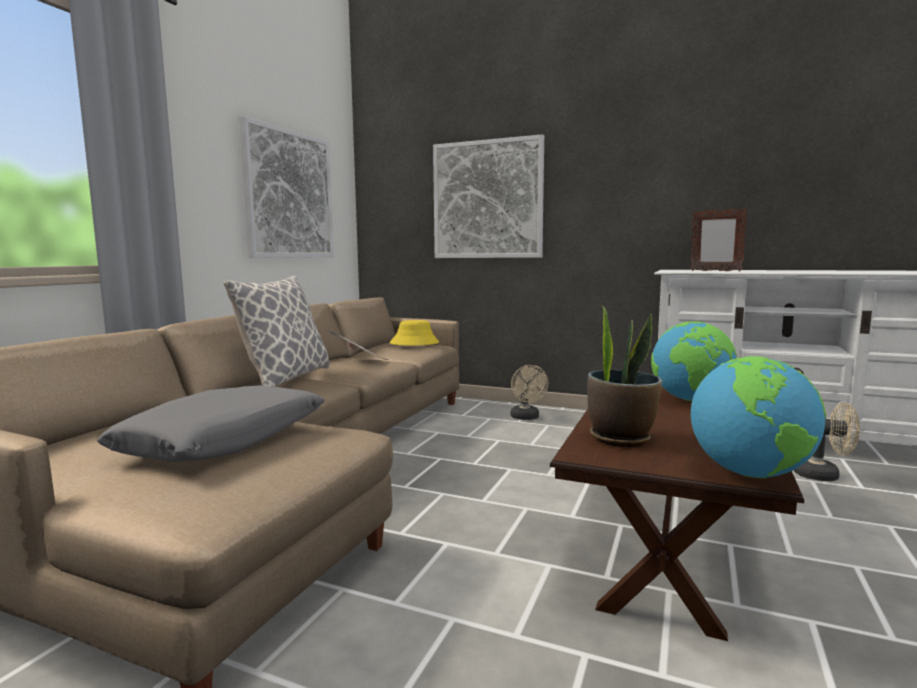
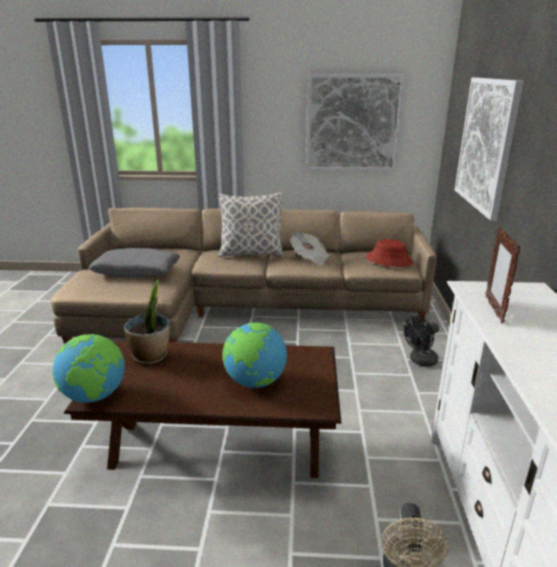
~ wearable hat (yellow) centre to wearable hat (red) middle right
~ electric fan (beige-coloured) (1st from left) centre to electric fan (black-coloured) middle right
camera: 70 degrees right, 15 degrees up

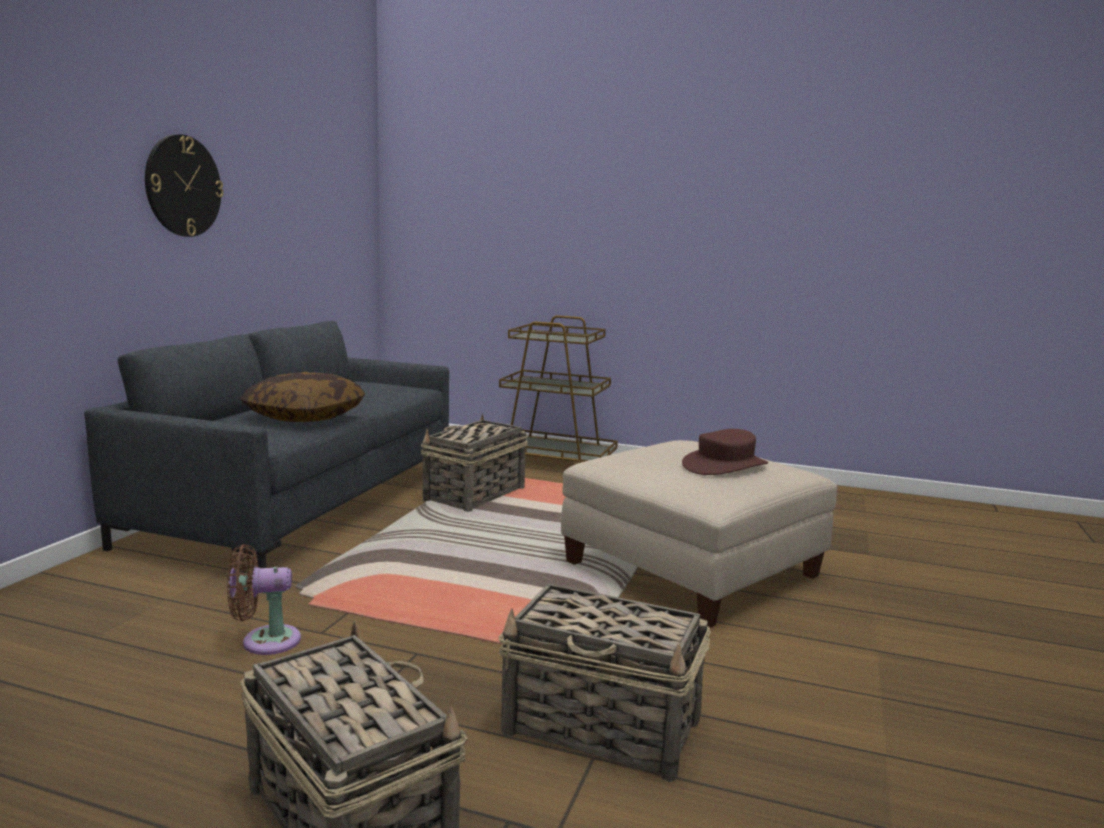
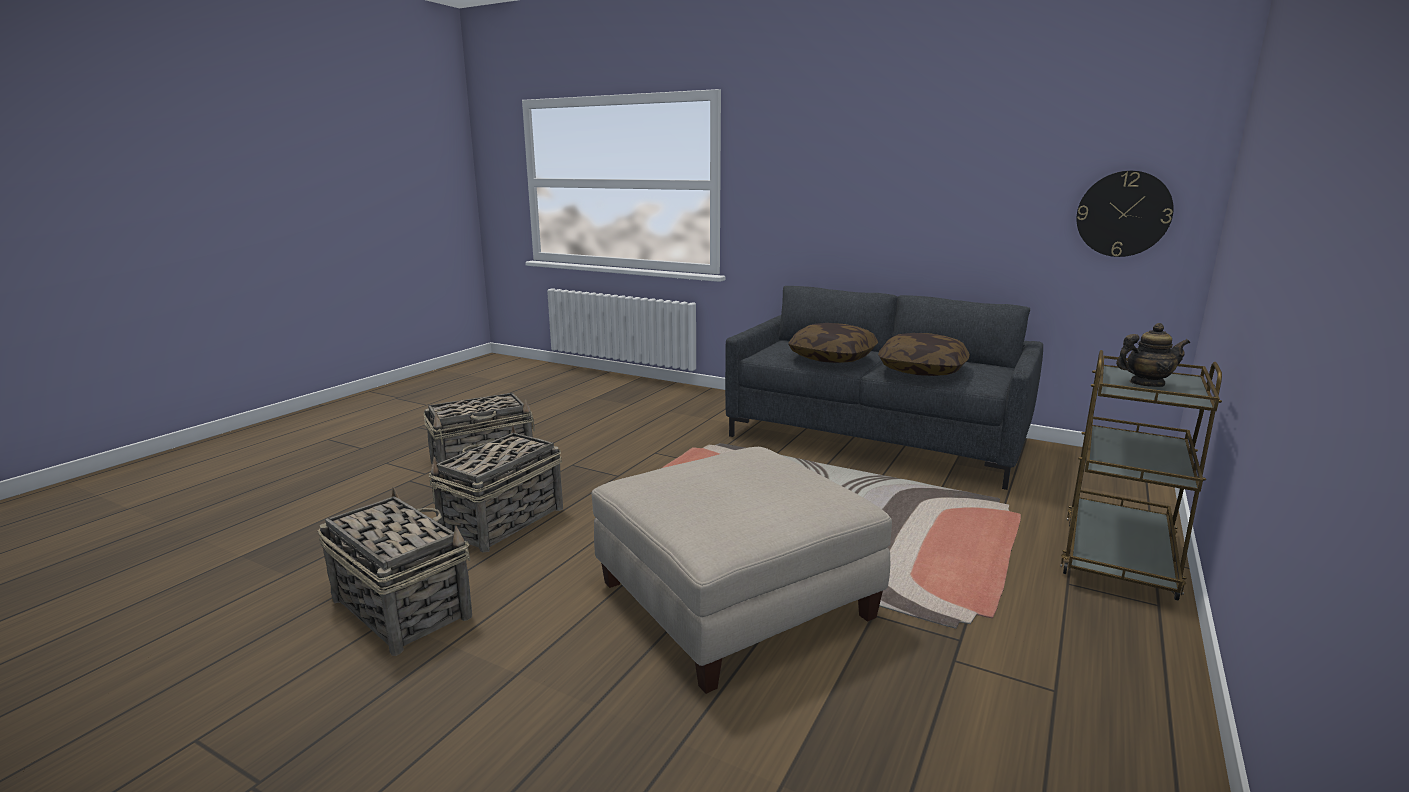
~ household basket (2nd from left in the first image) centre to household basket (1st from left) bottom left
+ throw pillow (2nd from left) centre
~ hanging clock top left to top right
+ tea pot middle right
- electric fan (brownish) bottom left
- wearable hat (brownish) centre
camera: 100 degrees right, 5 degrees up

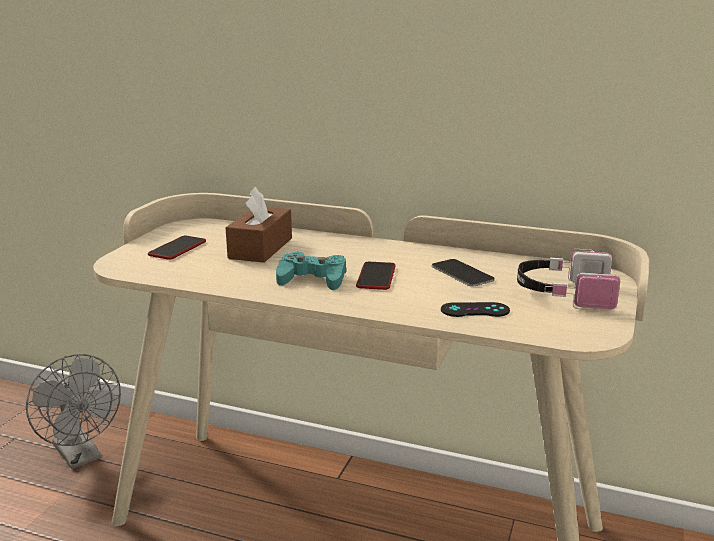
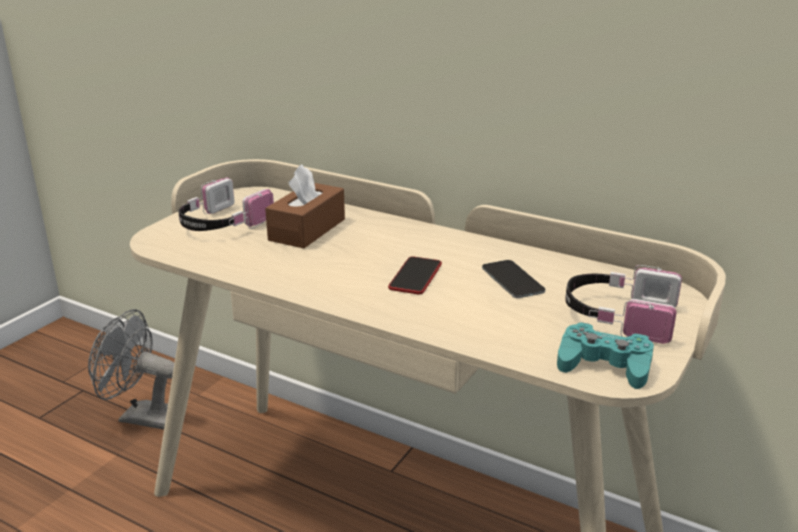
~ electric fan (grey) bottom left = bottom left 135 degrees clockwise
~ handset (1st from left) middle left to pair of headphones (1st from left) middle left
~ gamepad (turquoise) centre to bottom right
- gamepad (black-coloured) centre
camera: 10 degrees right, 5 degrees up

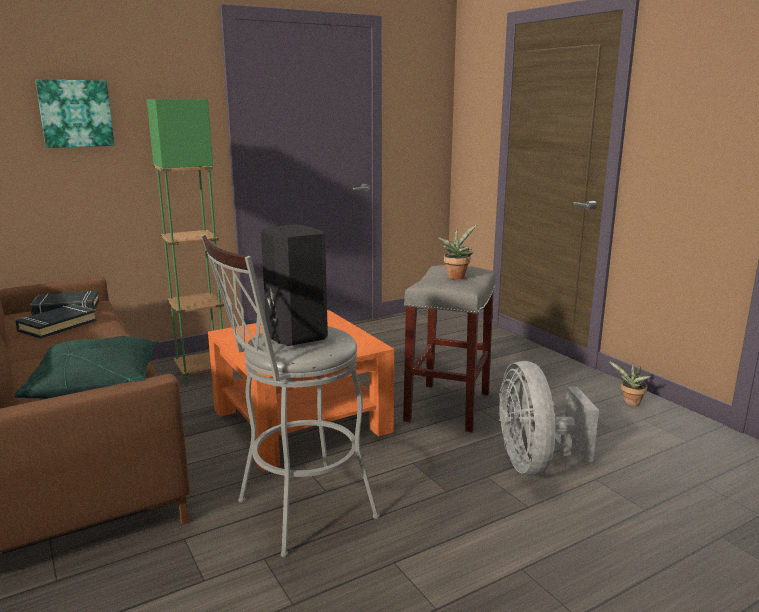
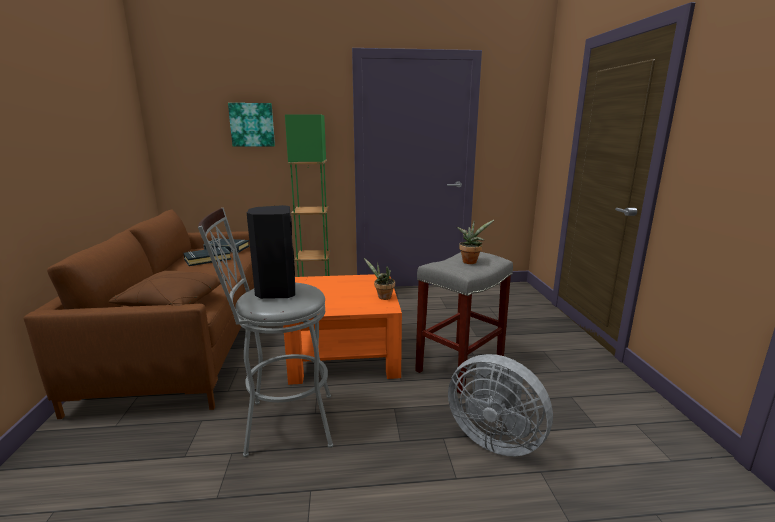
~ throw pillow (green) middle left to throw pillow (brownish) middle left
~ plant in a pot (2nd from left in the first image) middle right to plant in a pot (1st from left) centre
~ electric fan (grey) bottom right = bottom centre 75 degrees counterclockwise
camera: 25 degrees right, 0 degrees up

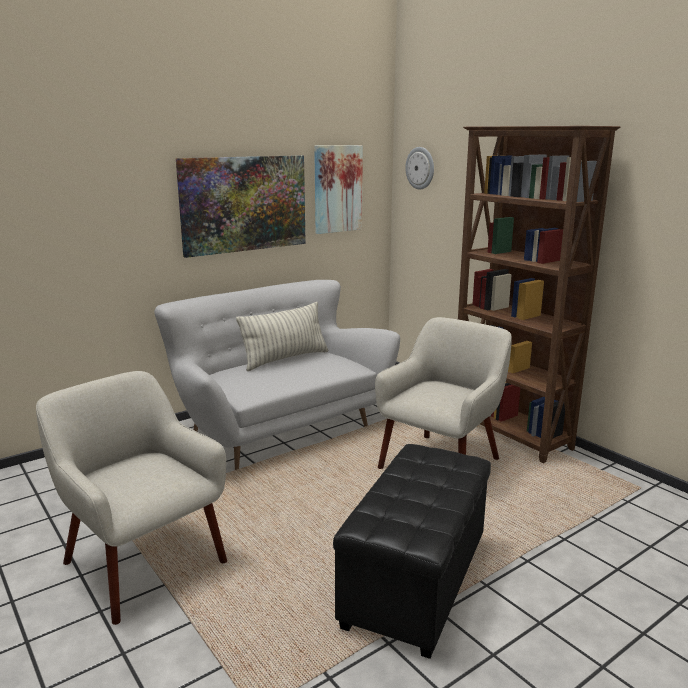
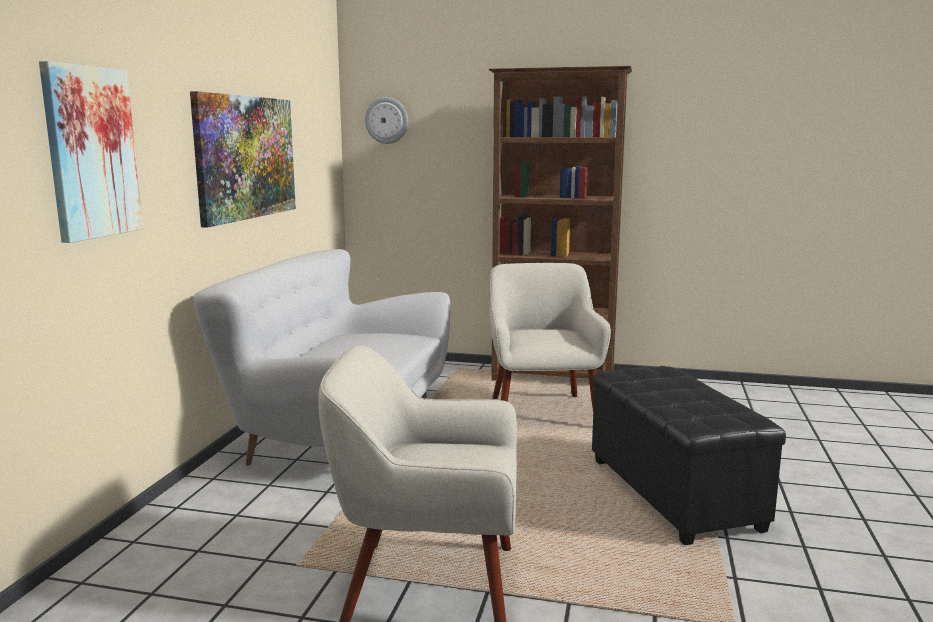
~ picture (2nd from left in the first image) top centre to picture (1st from left) top left
- throw pillow centre
camera: 40 degrees left, 5 degrees down

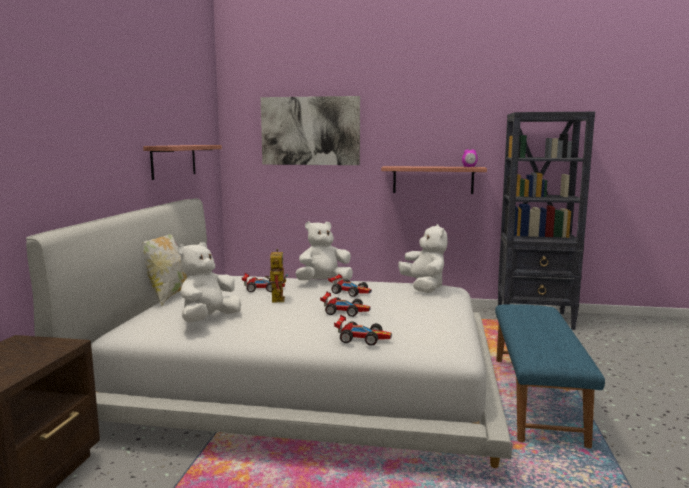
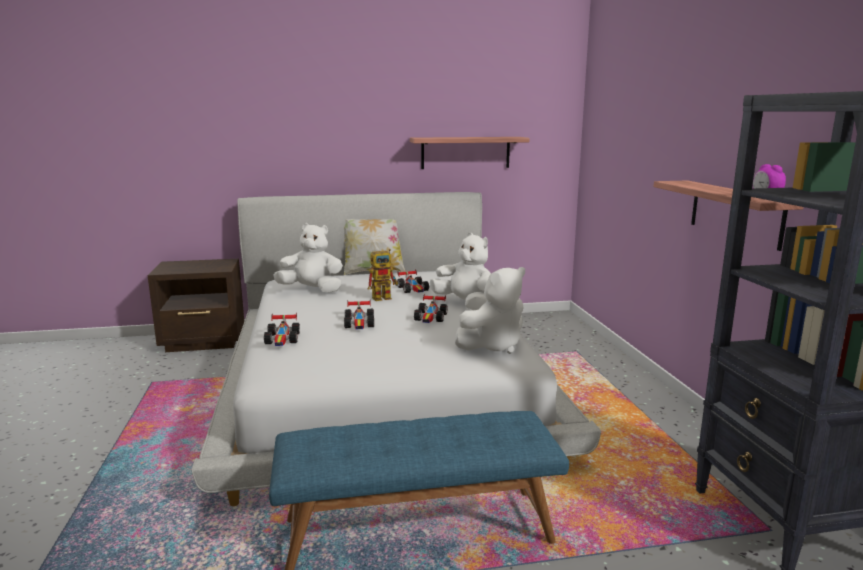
- picture top centre
camera: 70 degrees right, 5 degrees up

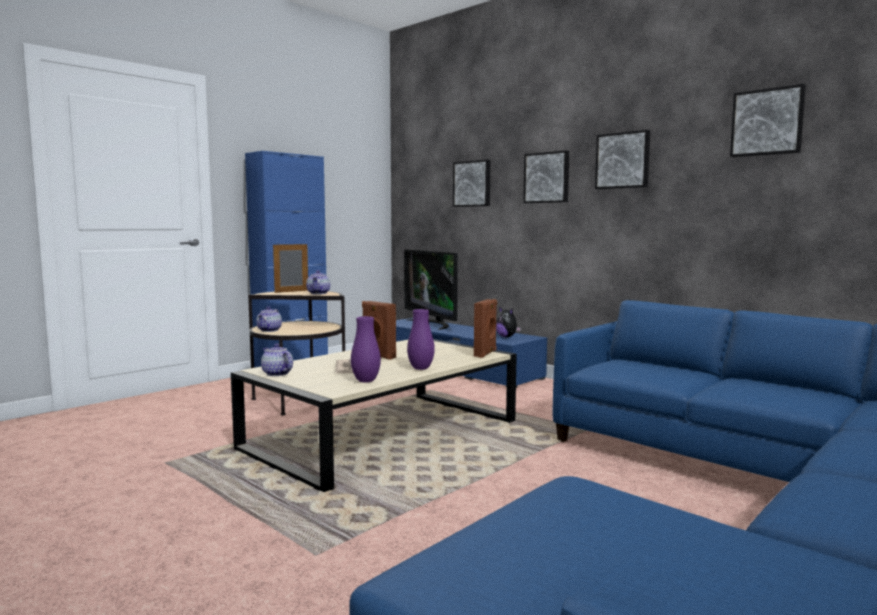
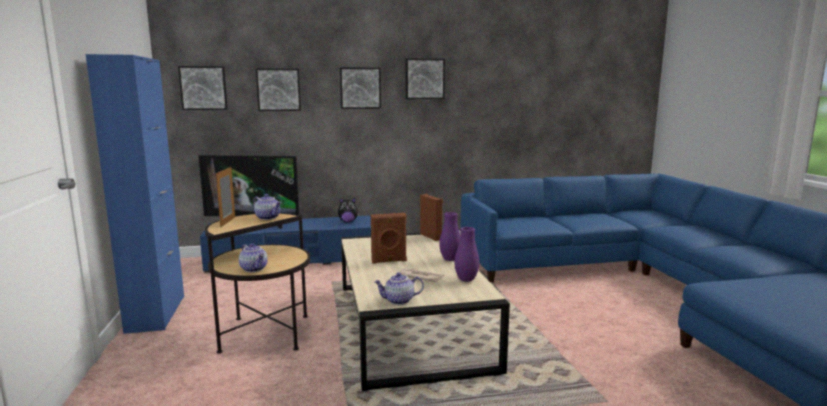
~ picture (4th from left in the first image) top right to picture (1st from left) top left
camera: 55 degrees left, 5 degrees up

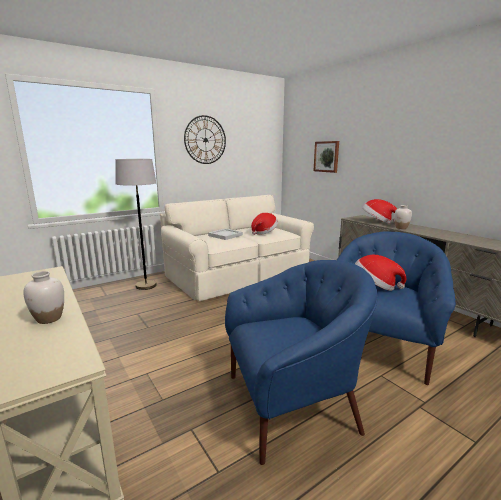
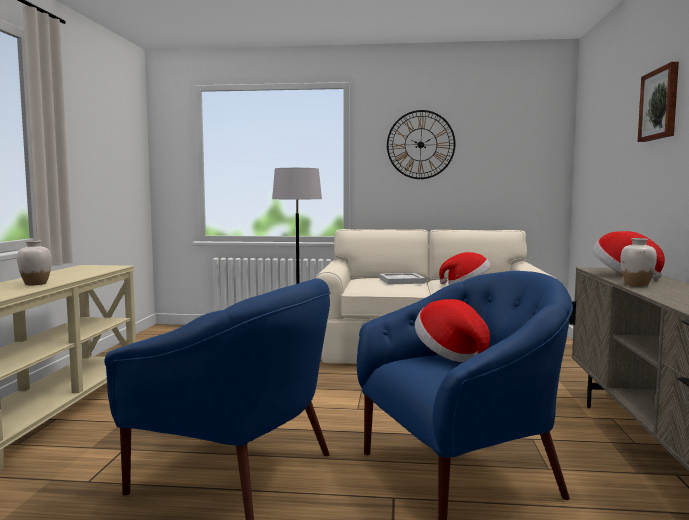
~ picture top centre to top right
camera: 40 degrees right, 10 degrees down

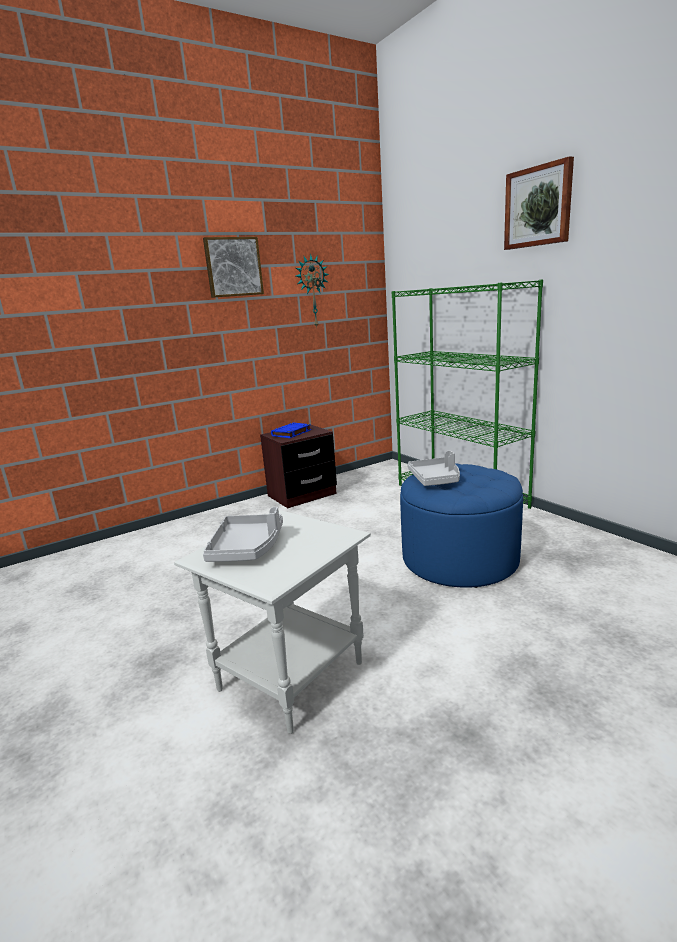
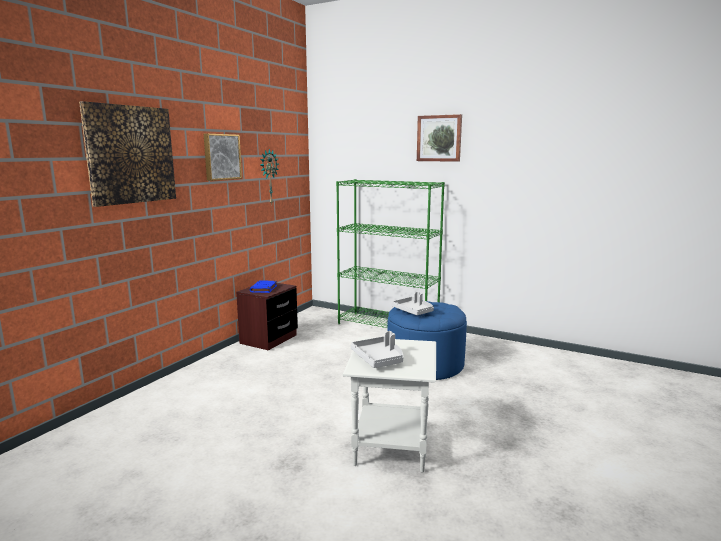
+ picture (1st from left) top left
camera: 30 degrees left, 5 degrees down

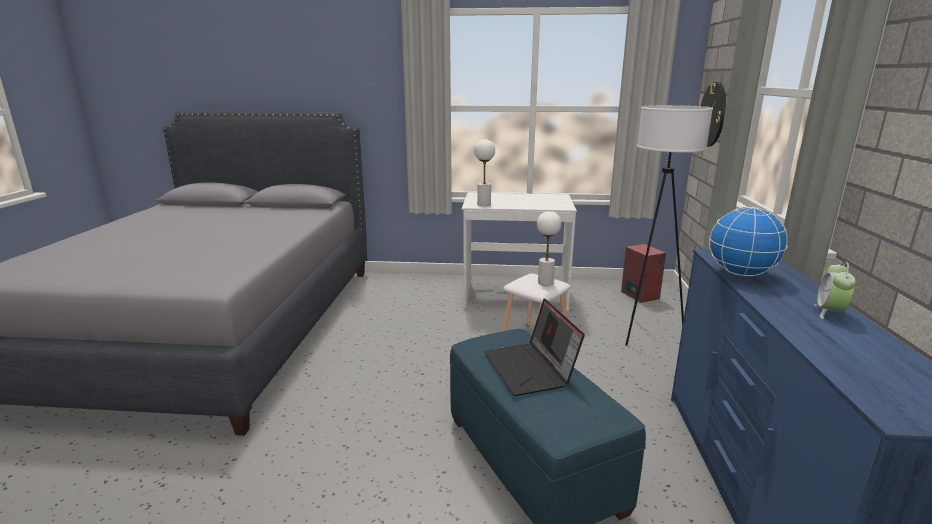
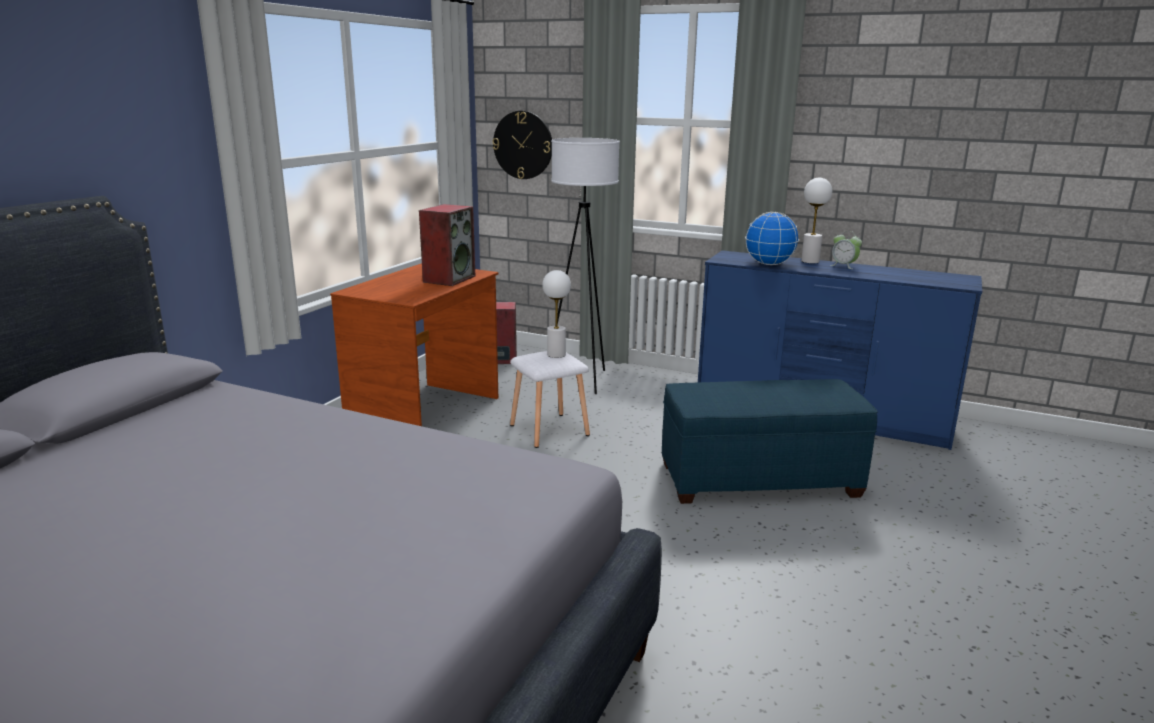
~ desk (white) centre to desk (brownish) centre
+ speaker (1st from left) centre
~ lamp for a table (white) (1st from left in the first image) top centre to lamp for a table (white) (2nd from left) top right
- laptop centre
camera: 70 degrees left, 0 degrees up

